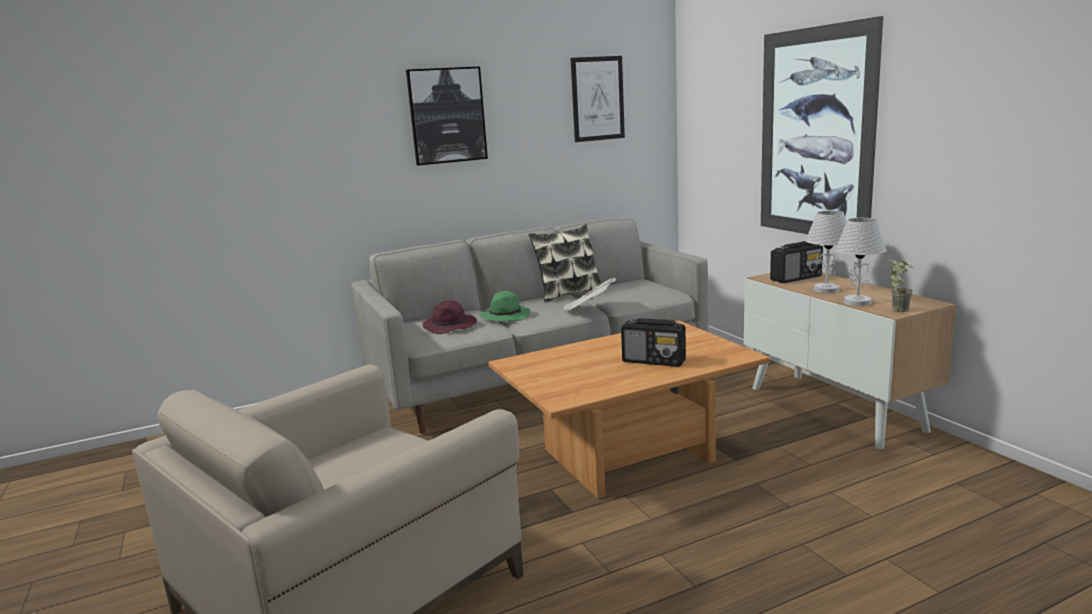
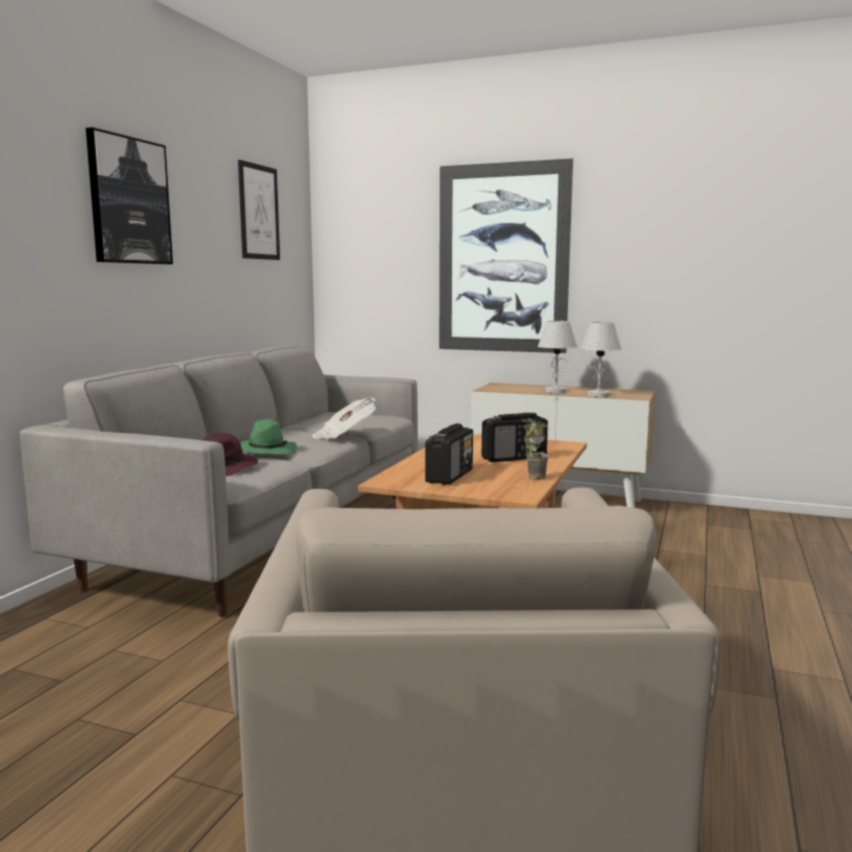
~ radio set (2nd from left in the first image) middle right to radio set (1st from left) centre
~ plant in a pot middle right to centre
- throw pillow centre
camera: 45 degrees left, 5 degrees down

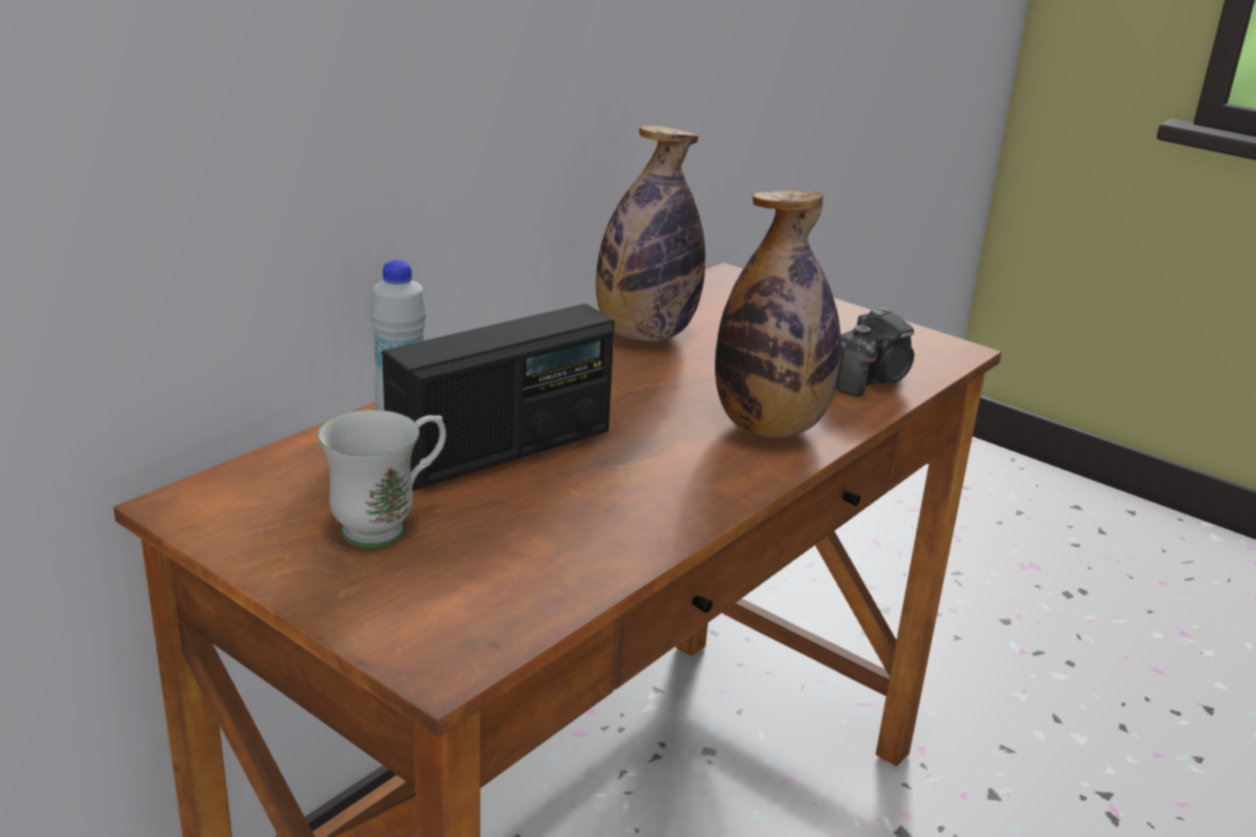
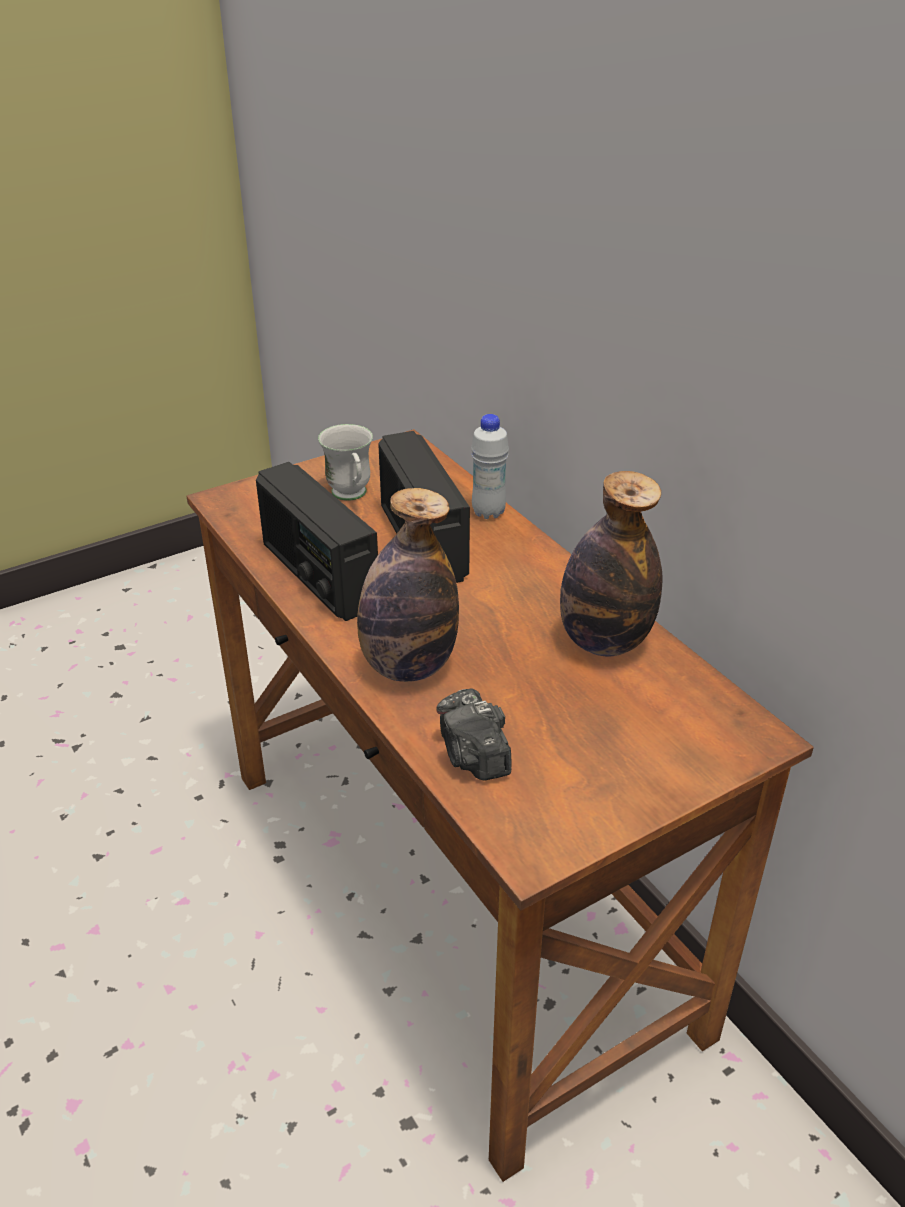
+ radio set (1st from left) centre
camera: 110 degrees right, 10 degrees up

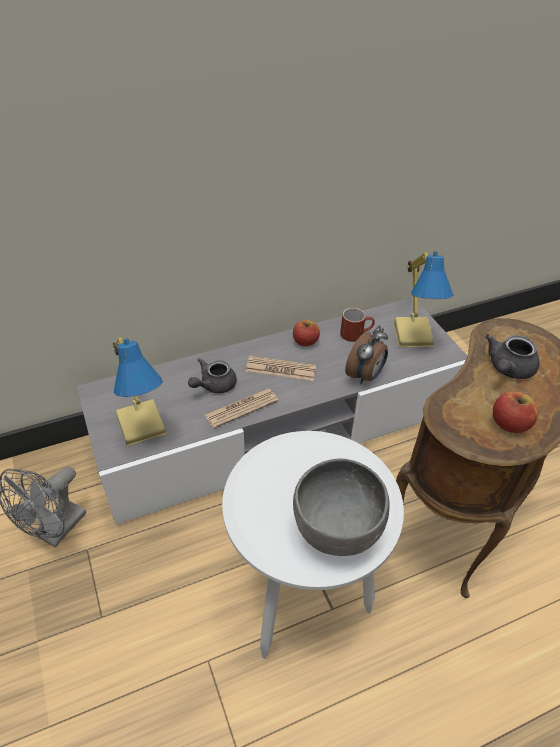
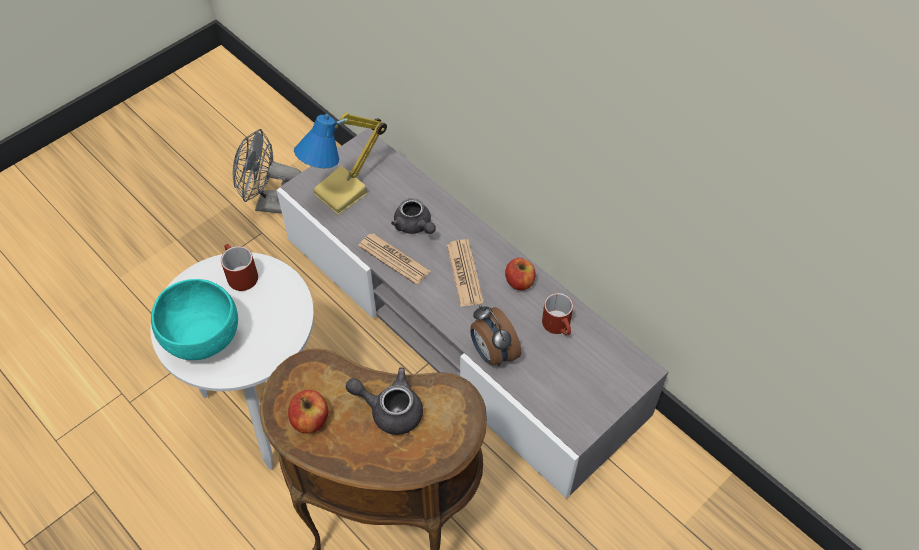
~ deep dish (grey) bottom centre to deep dish (turquoise) middle left
+ coffee mug (red) (1st from left) middle left
~ tea pot (grey) (1st from left in the first image) centre = centre 150 degrees counterclockwise
~ bedside clock centre = centre 45 degrees clockwise
- lamp for a table (2nd from left) middle right
camera: 70 degrees right, 10 degrees up

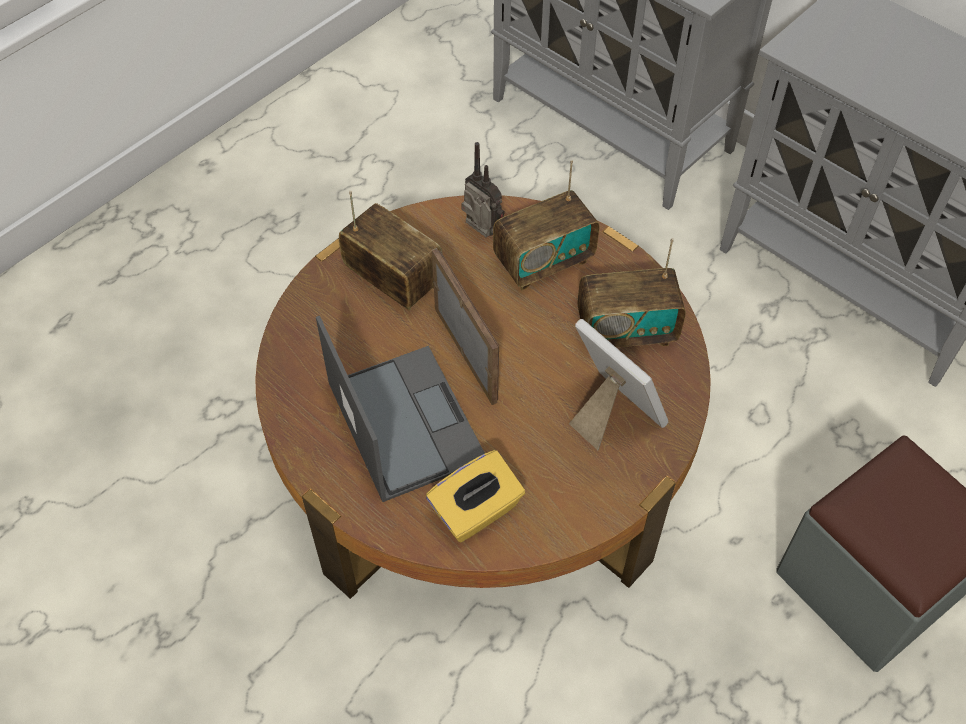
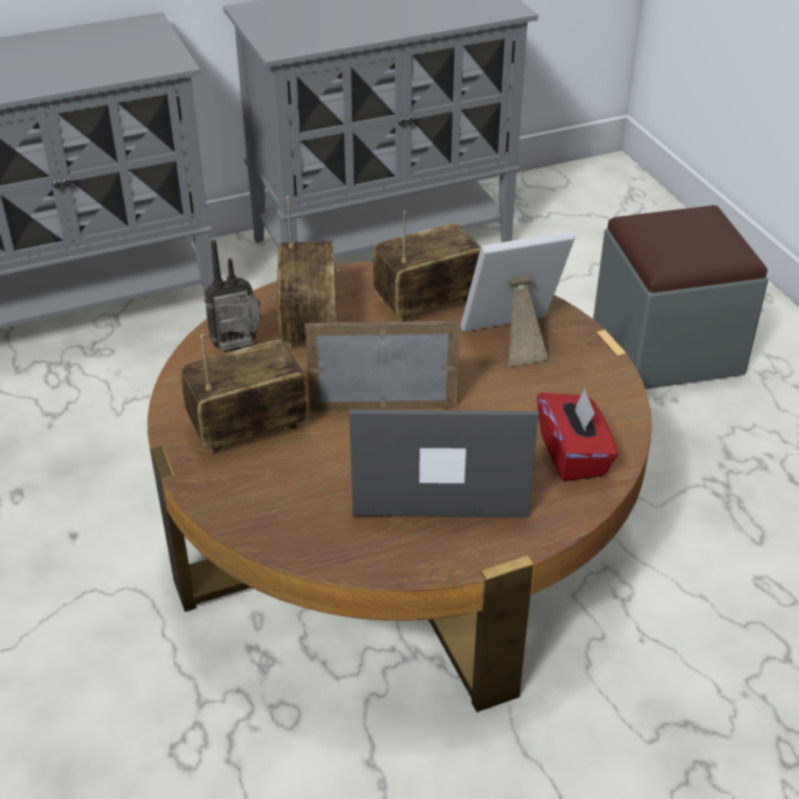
~ radio set (4th from left) centre = top centre 135 degrees counterclockwise
~ tissue holder (yellow) bottom centre to tissue holder (red) middle right
camera: 65 degrees left, 15 degrees down

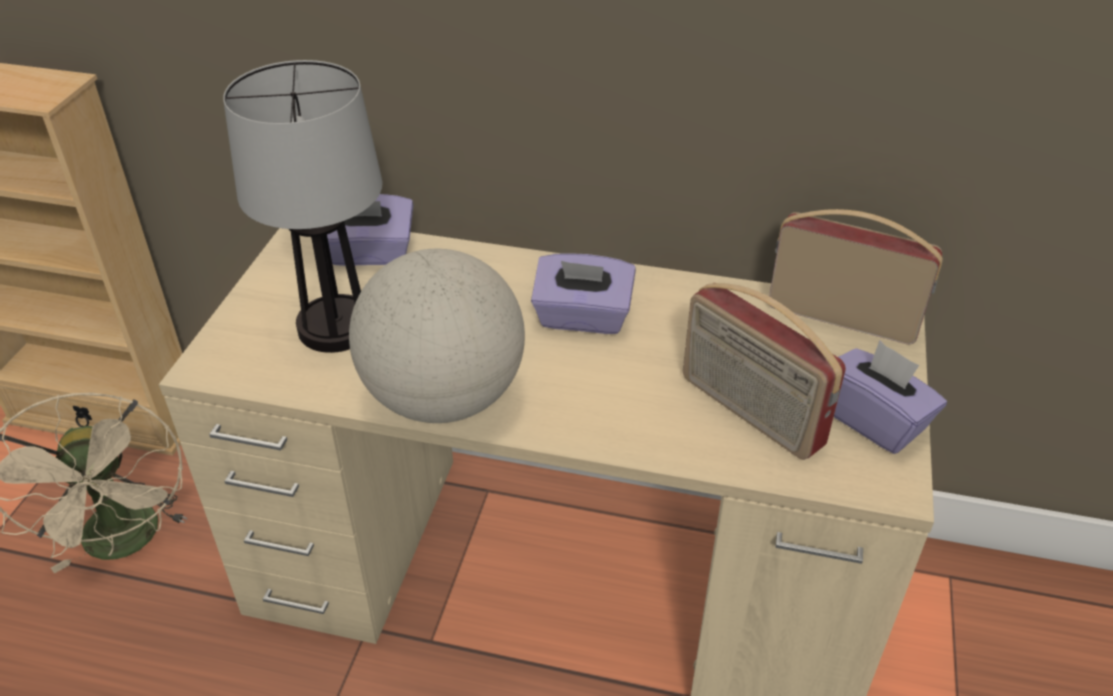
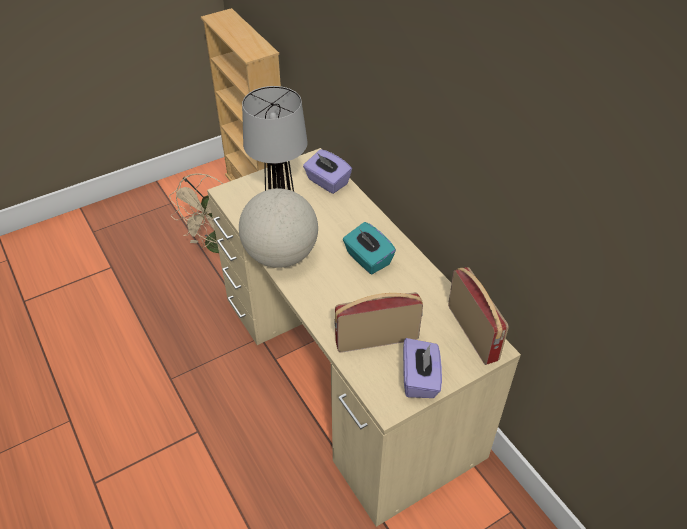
~ radio set (1st from left) middle right = centre 75 degrees clockwise
~ tissue holder (purple) (2nd from left) centre to tissue holder (turquoise) centre
camera: 45 degrees right, 5 degrees up

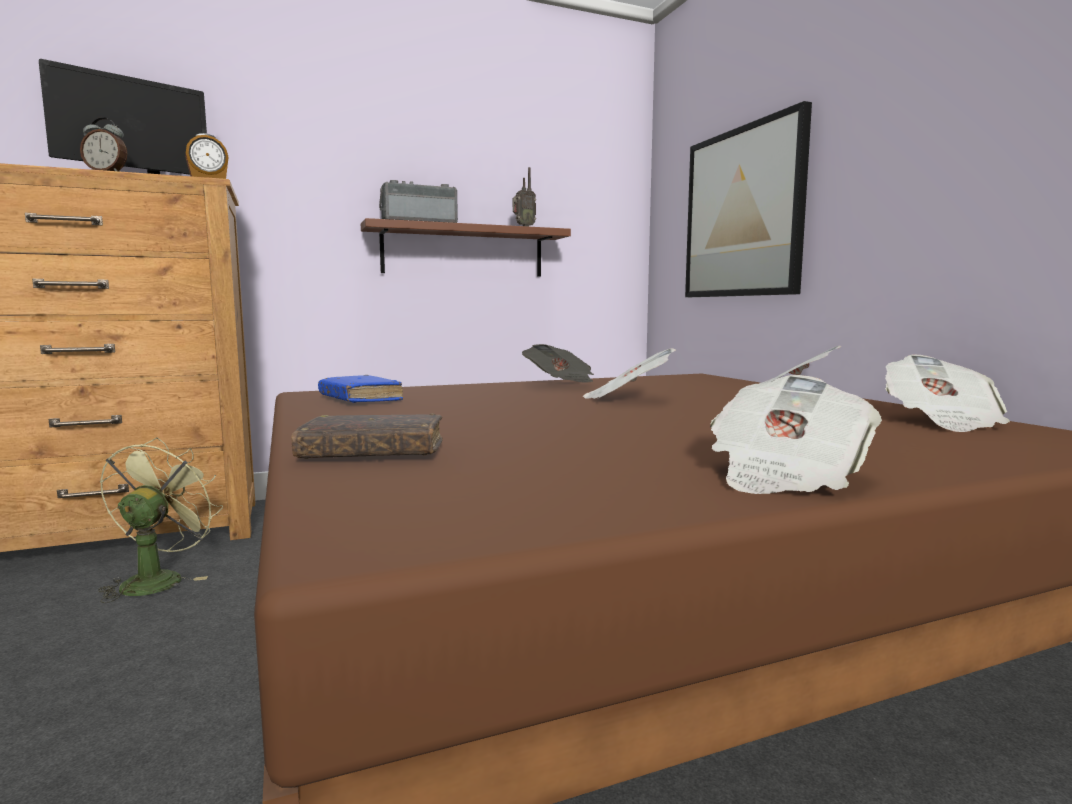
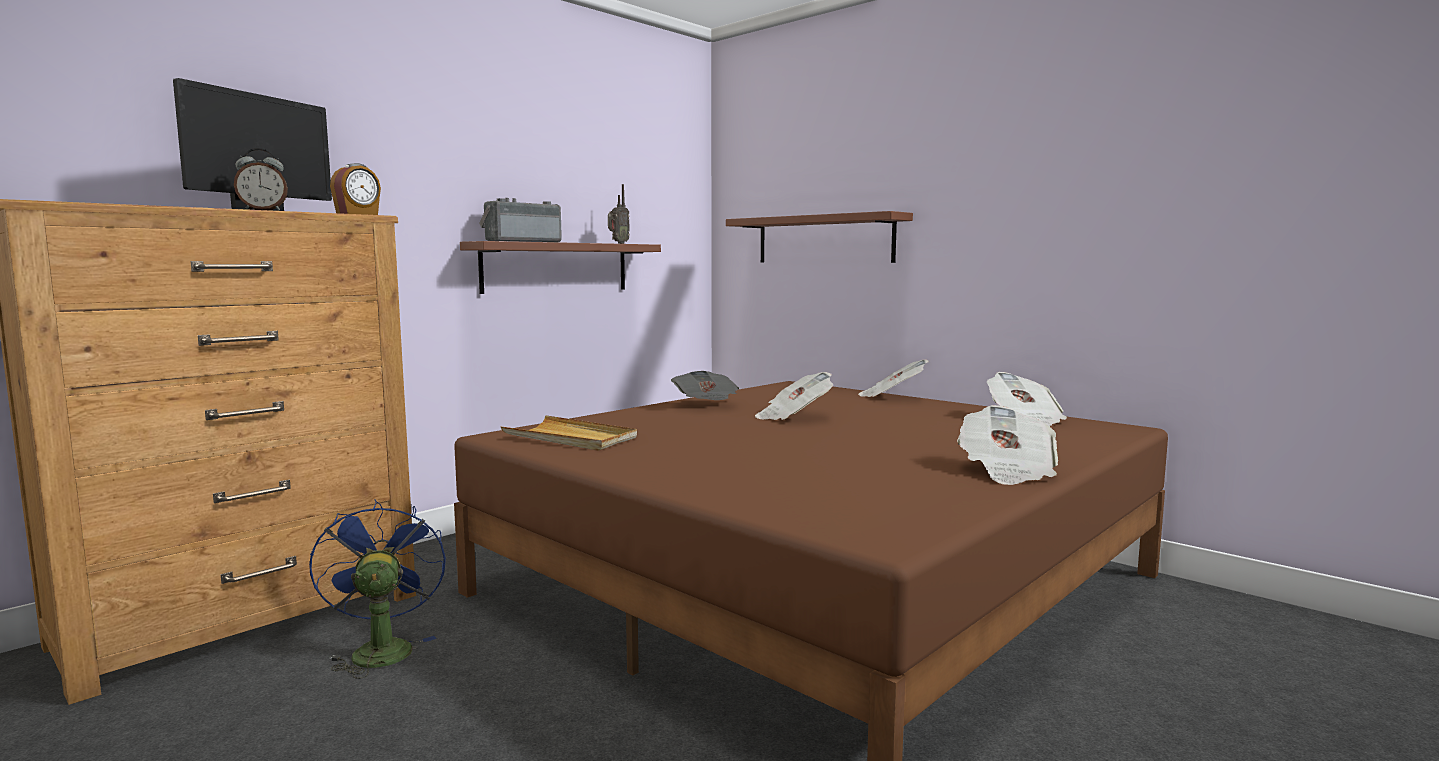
~ electric fan (green) middle left to electric fan (bluish) bottom left
~ volume (bluish) centre to serving tray (beige-coloured) centre
~ picture top right to shelf (brownish) (2nd from left) top centre
- volume (brownish) centre
camera: 25 degrees left, 0 degrees up

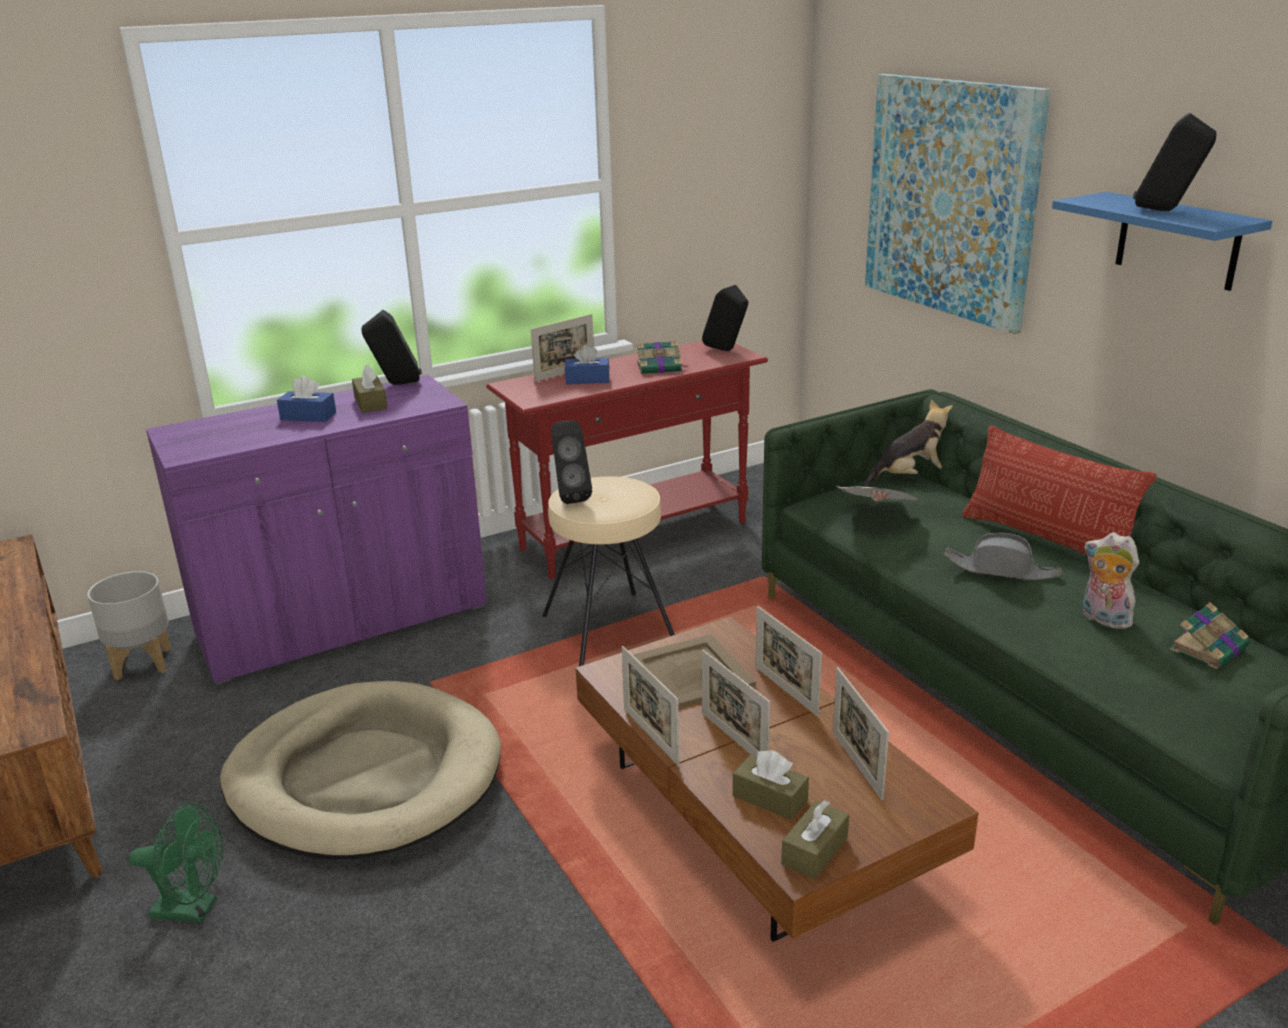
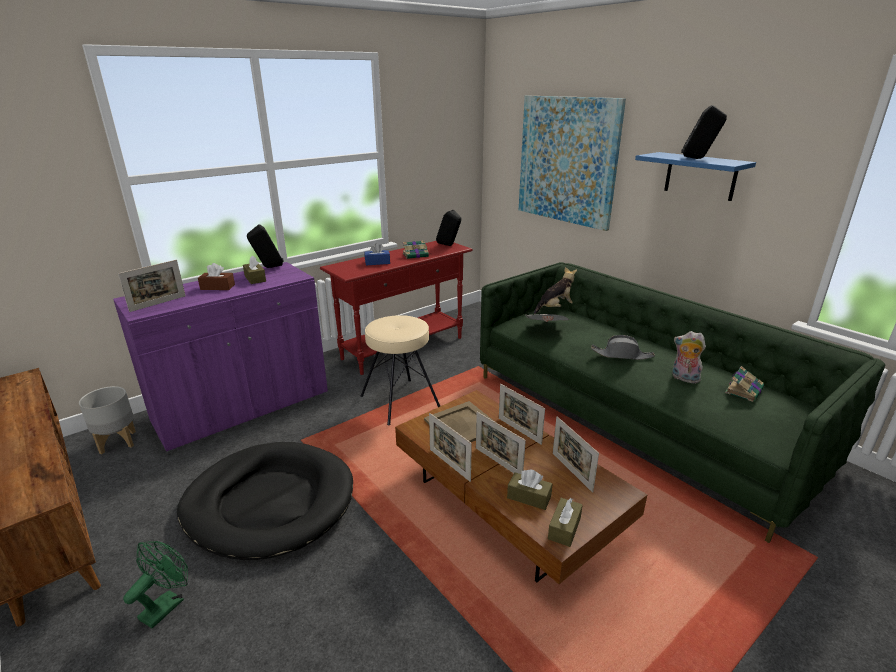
~ standing frame (1st from left) centre to middle left
~ electric fan (green) bottom left = bottom left 60 degrees counterclockwise
~ dog bed (beige-coloured) bottom left to dog bed (black-coloured) bottom left
~ tissue holder (bluish) (1st from left) middle left to tissue holder (brownish) (1st from left) middle left
- speaker (black-coloured) (2nd from left) centre
- throw pillow middle right
camera: 10 degrees left, 0 degrees up

